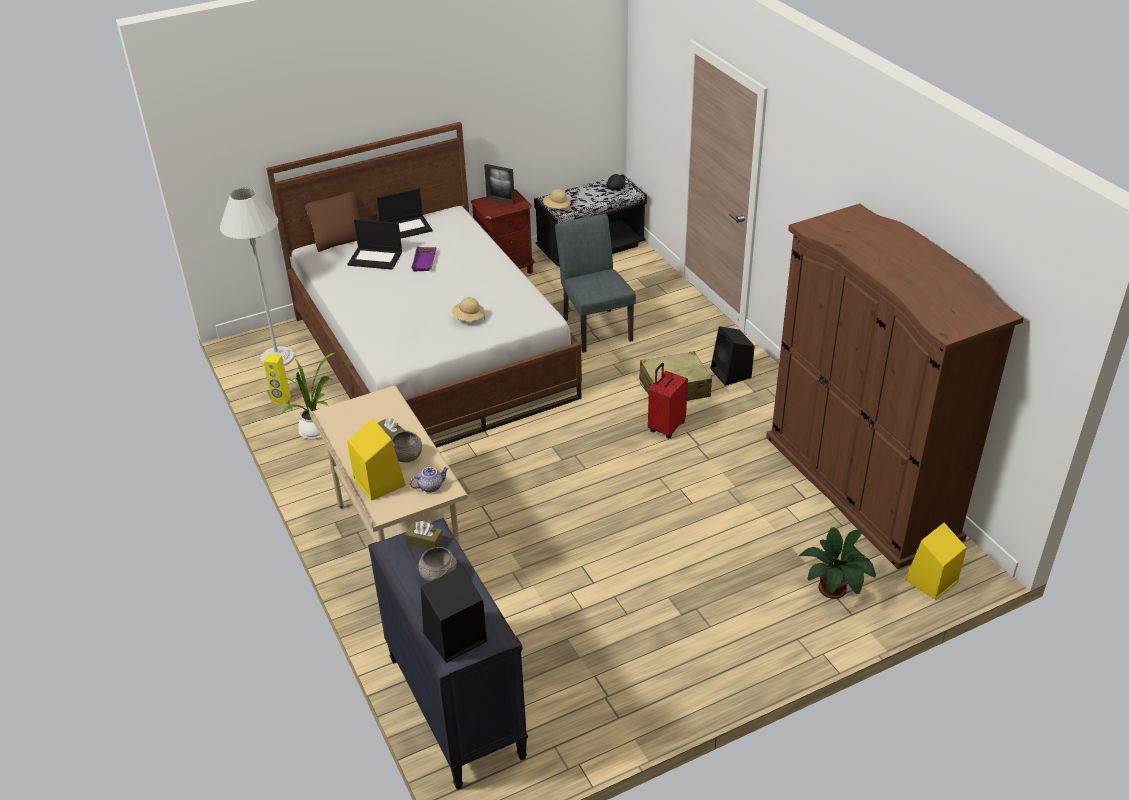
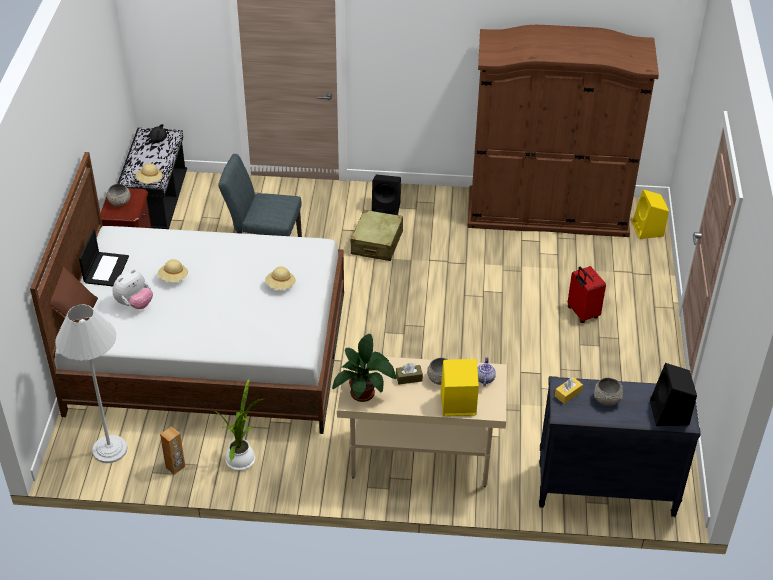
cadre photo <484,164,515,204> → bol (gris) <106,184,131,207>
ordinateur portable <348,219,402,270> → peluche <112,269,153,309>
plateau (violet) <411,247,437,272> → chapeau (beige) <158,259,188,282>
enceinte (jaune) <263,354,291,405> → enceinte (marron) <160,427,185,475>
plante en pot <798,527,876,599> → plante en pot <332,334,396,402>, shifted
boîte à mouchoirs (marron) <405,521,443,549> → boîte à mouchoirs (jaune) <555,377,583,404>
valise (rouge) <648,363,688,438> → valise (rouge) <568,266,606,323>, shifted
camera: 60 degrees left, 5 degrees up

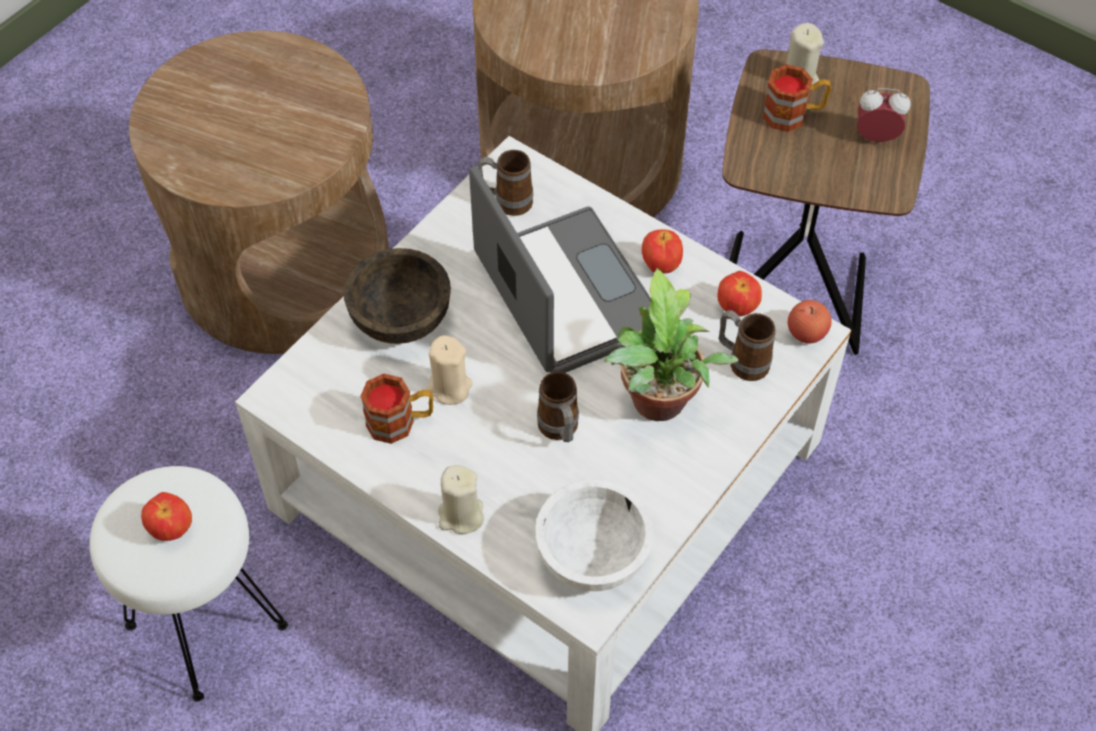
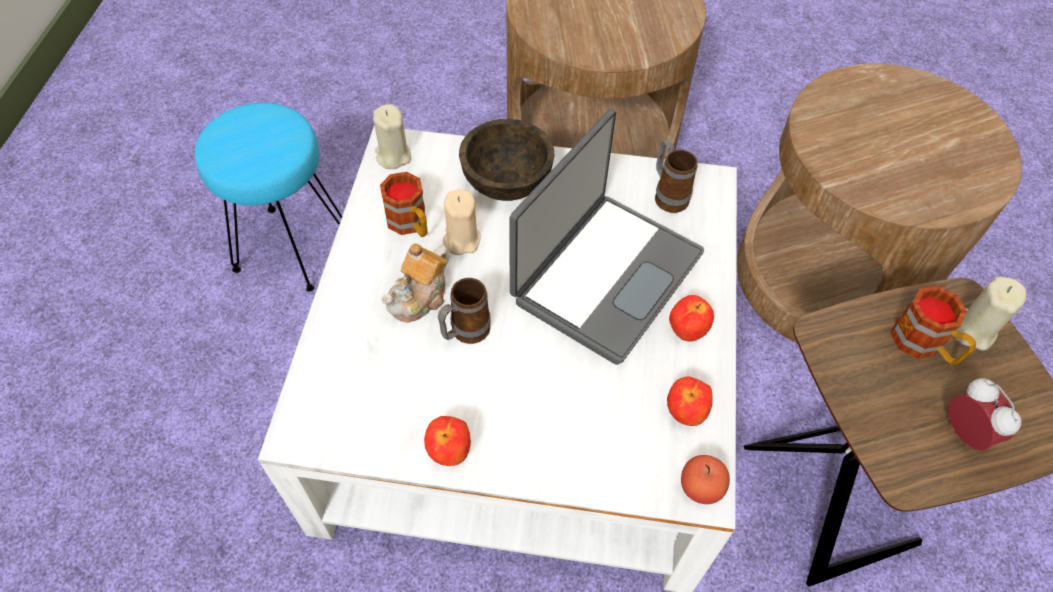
tabouret (blanc) <89,466,288,702> → tabouret (turquoise) <195,103,342,292>
bougie (beige) <438,465,484,534> → bougie (beige) <373,104,411,169>, shifted
- → théière <381,244,450,323>
pomme <141,492,192,541> → pomme <424,416,471,466>, shifted
bol (blanc) <535,479,654,591> → -
plante en pot <604,268,739,421> → -
mug <719,310,775,381> → -
camera: 60 degrees right, 0 degrees up

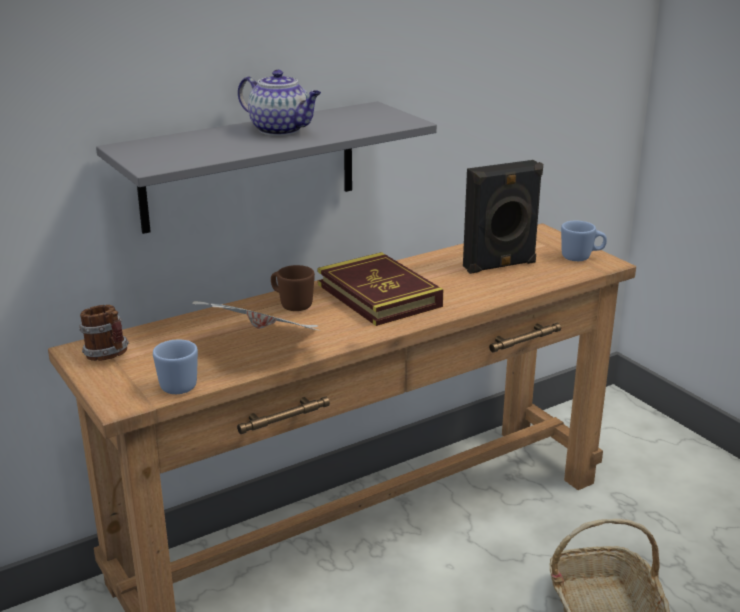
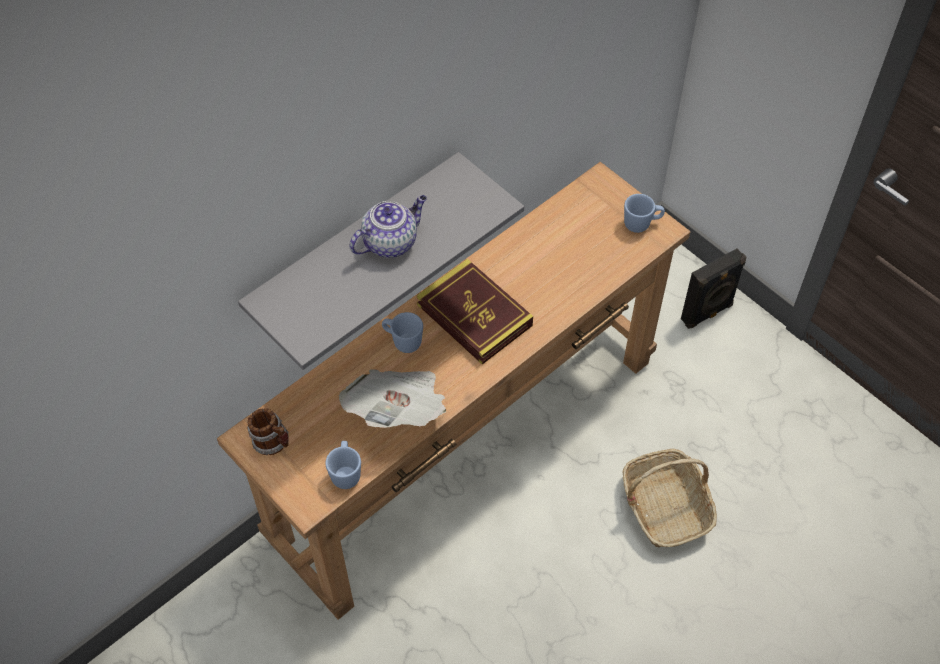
théière <238,70,321,136> → théière <350,195,427,258>, 60 degrees counterclockwise
mug (marron) <271,265,315,311> → mug (bleu) <382,312,423,353>
enceinte (noir) <463,160,543,274> → enceinte (noir) <681,249,746,329>, shifted
camera: 10 degrees left, 30 degrees up

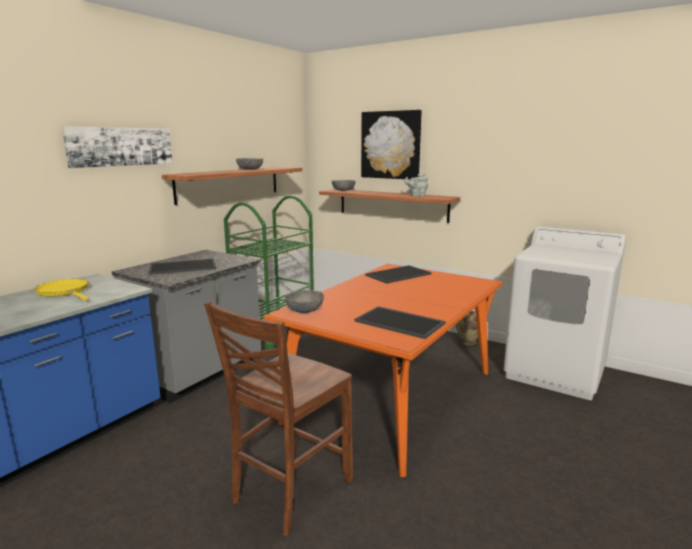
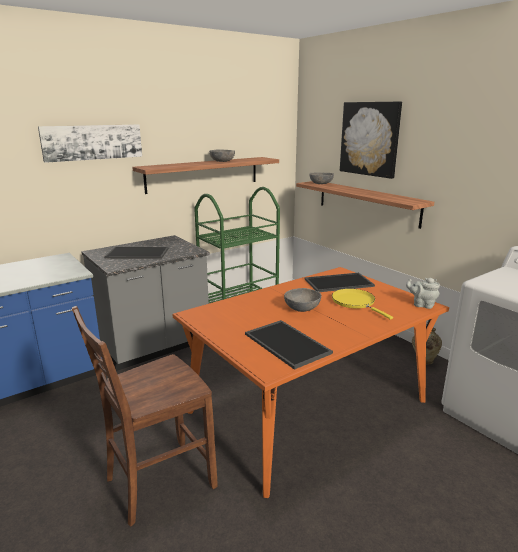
bol (gris) <285,290,324,313> → bol (gris) <284,288,321,312>, shifted
poêle (jaune) <34,279,88,300> → poêle (jaune) <332,289,393,320>, shifted
théière (gris) <405,173,428,196> → théière (gris) <406,278,440,309>, shifted
camera: 20 degrees right, 5 degrees up

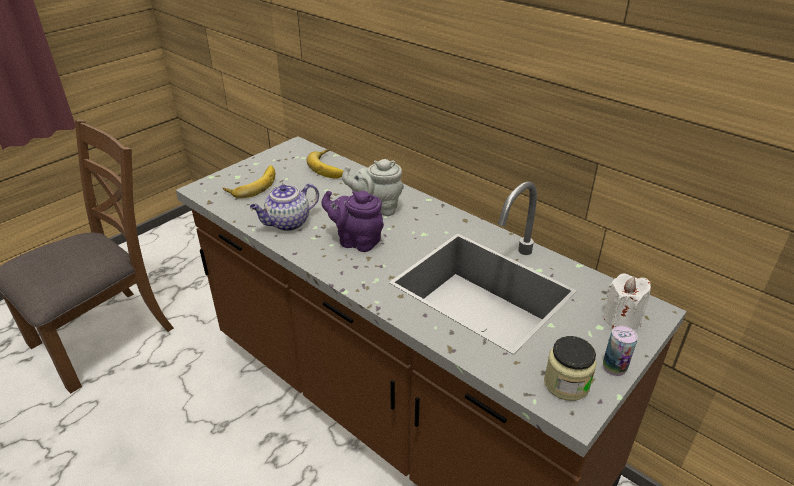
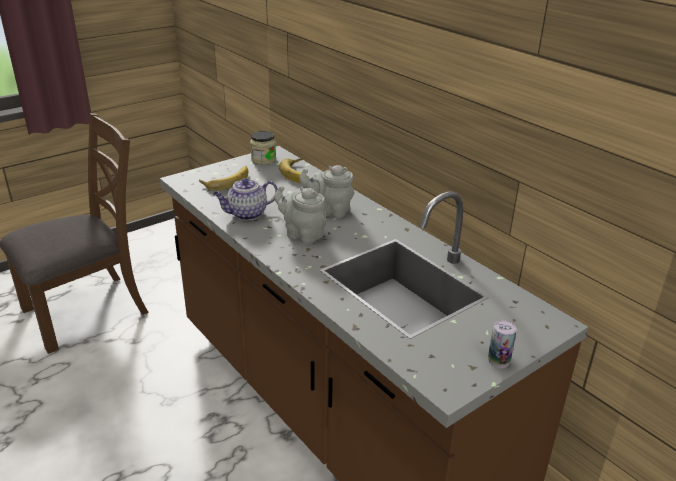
bocal <544,336,597,401> → bocal <250,131,276,165>, shifted
théière (violet) <321,190,384,252> → théière (gris) <274,186,326,244>
bougie (blanc) <603,274,651,330> → -
camera: 10 degrees right, 5 degrees down

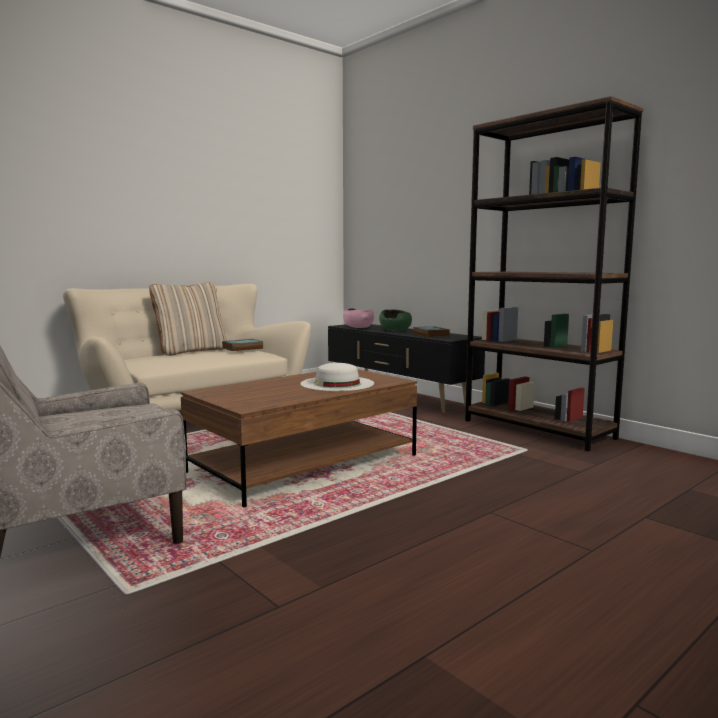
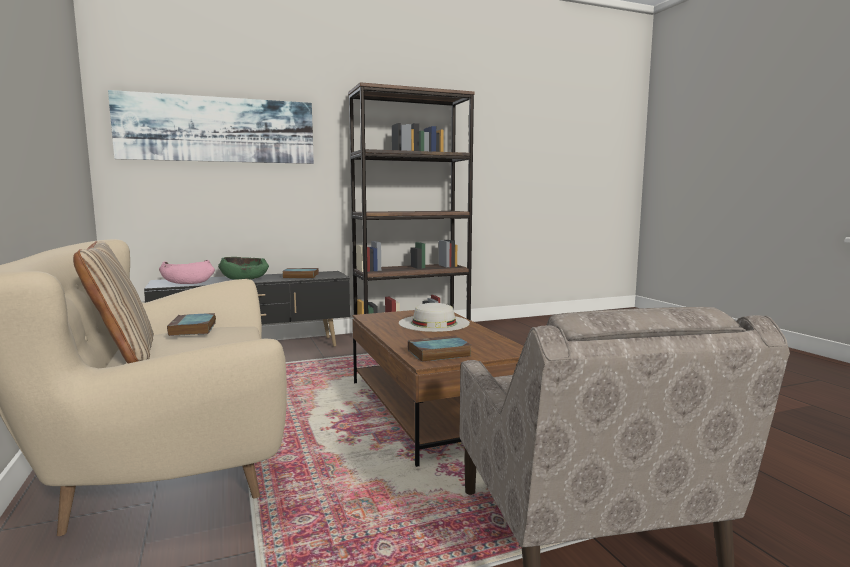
- → tableau <108,90,314,164>
- → livre <408,335,471,362>
camera: 70 degrees left, 0 degrees up

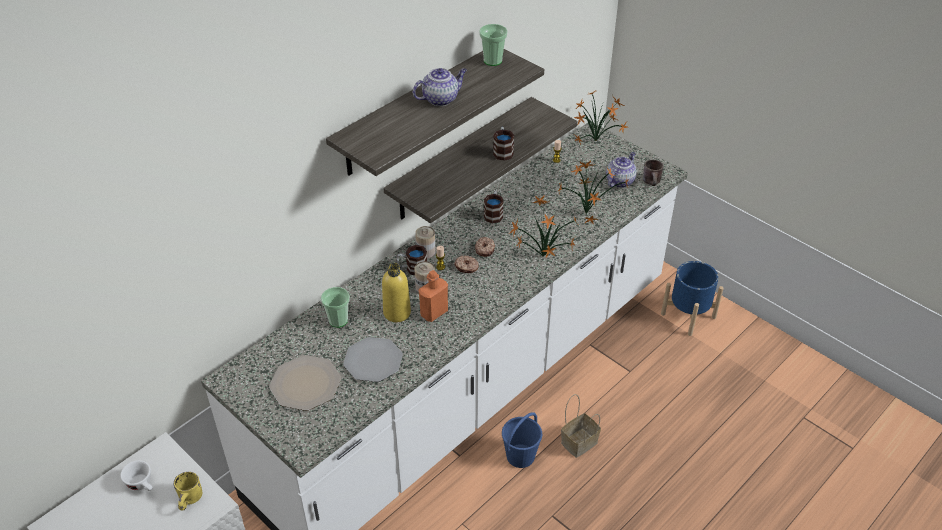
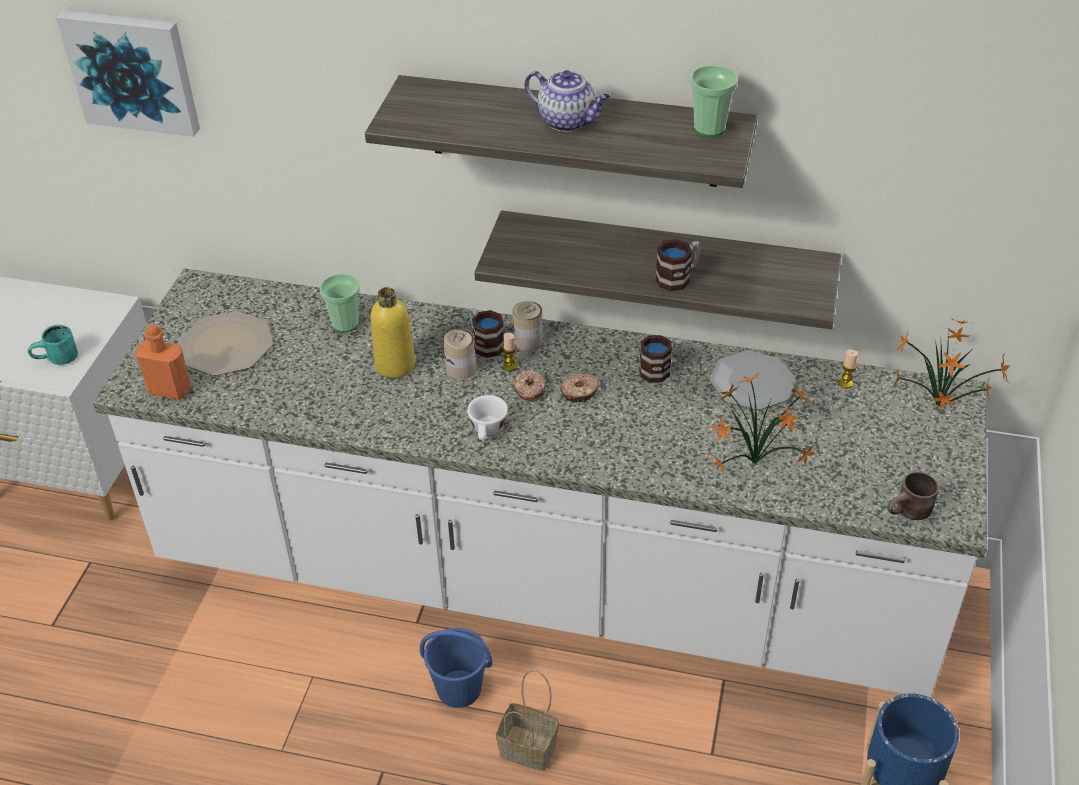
mug (jaune) <174,472,202,511> → mug (turquoise) <28,325,78,365>
- → tableau <56,10,200,137>
bouteille (orange) <419,270,448,322> → bouteille (orange) <136,324,191,400>, shifted
tasse (blanc) <120,460,153,491> → tasse (blanc) <467,395,508,440>, shifted
assiette <343,337,403,382> → assiette <710,351,796,410>, shifted
plante en pot <510,196,579,257> → -
théière <606,152,637,188> → -
camera: 60 degrees right, 0 degrees up

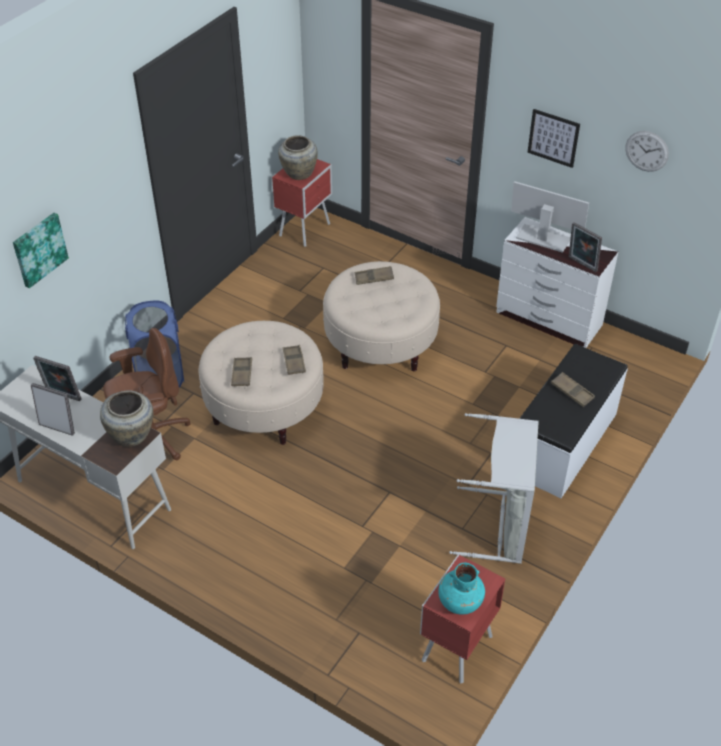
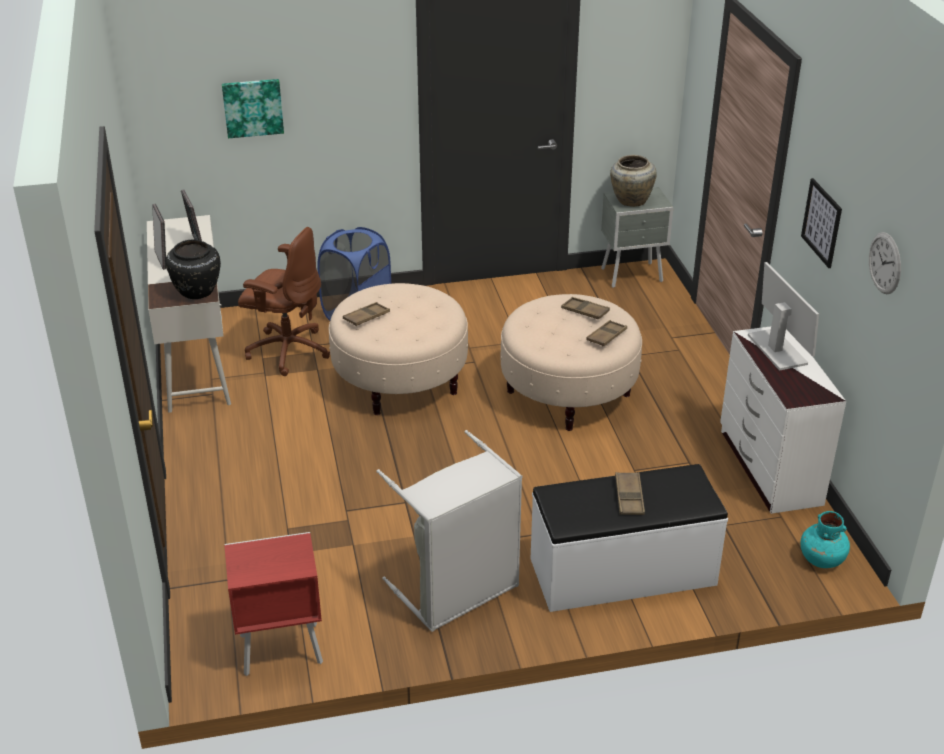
vase (beige) <100,390,153,447> → vase (noir) <166,240,221,299>
plateau (marron) <283,345,306,375> → plateau (marron) <586,320,627,347>, shifted
table de chevet (rouge) <272,159,332,247> → table de chevet (gris) <601,187,673,288>
vase (turquoise) <438,563,485,615> → vase (turquoise) <801,511,850,568>, shifted
cadre photo <569,222,602,272> → -
camera: 45 degrees right, 10 degrees down

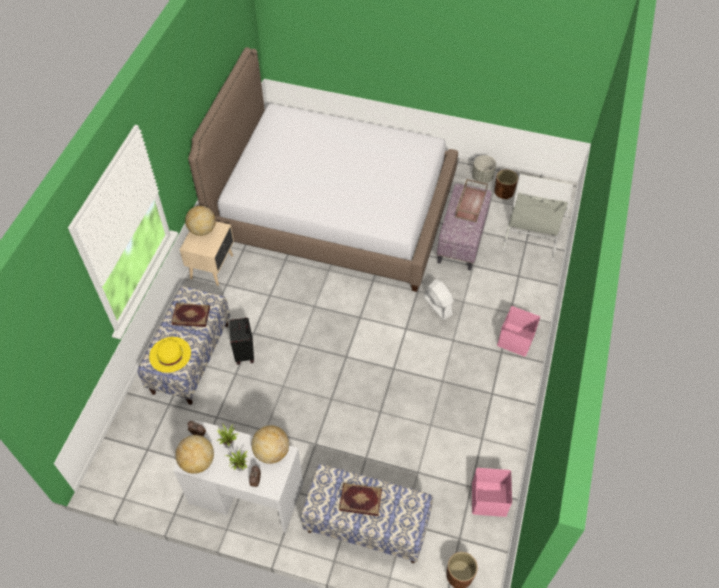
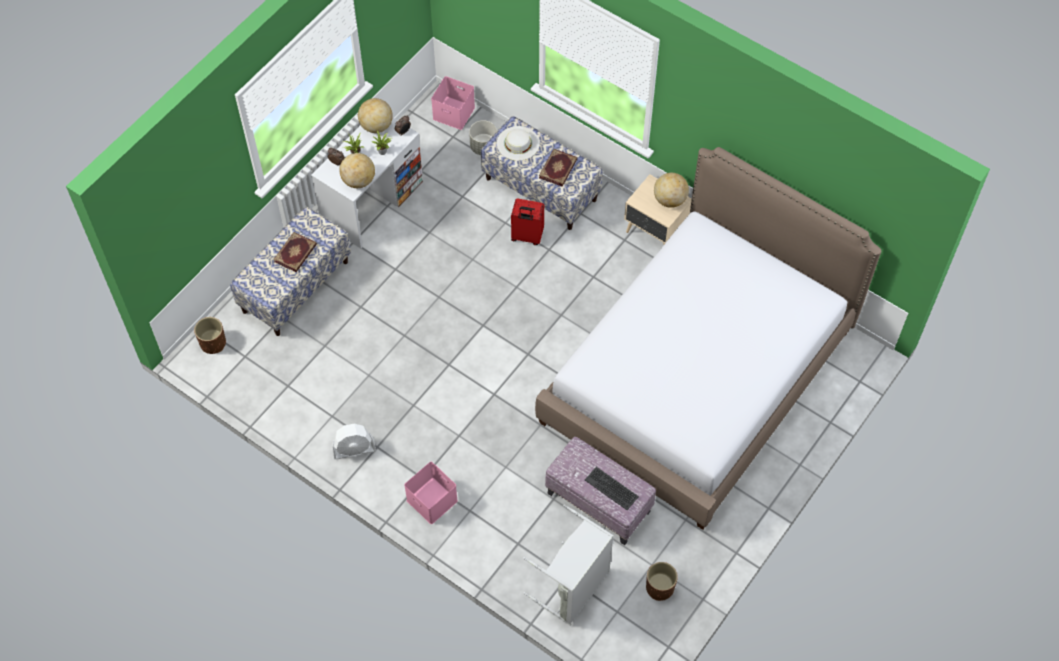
ventilateur (blanc) <424,280,454,320> → ventilateur (blanc) <332,424,376,459>, shifted
boîte de rangement (rose) <472,468,512,517> → boîte de rangement (rose) <431,76,475,130>, shifted
cache-pot (gris) <472,155,496,183> → cache-pot (gris) <469,120,497,155>, shifted
chapeau (jaune) <149,337,191,373> → chapeau (blanc) <497,126,540,161>
valise (noir) <229,317,254,365> → valise (rouge) <511,198,544,245>
plateau (marron) <455,179,488,223> → clavier <585,467,639,510>
camera: 110 degrees right, 5 degrees up

